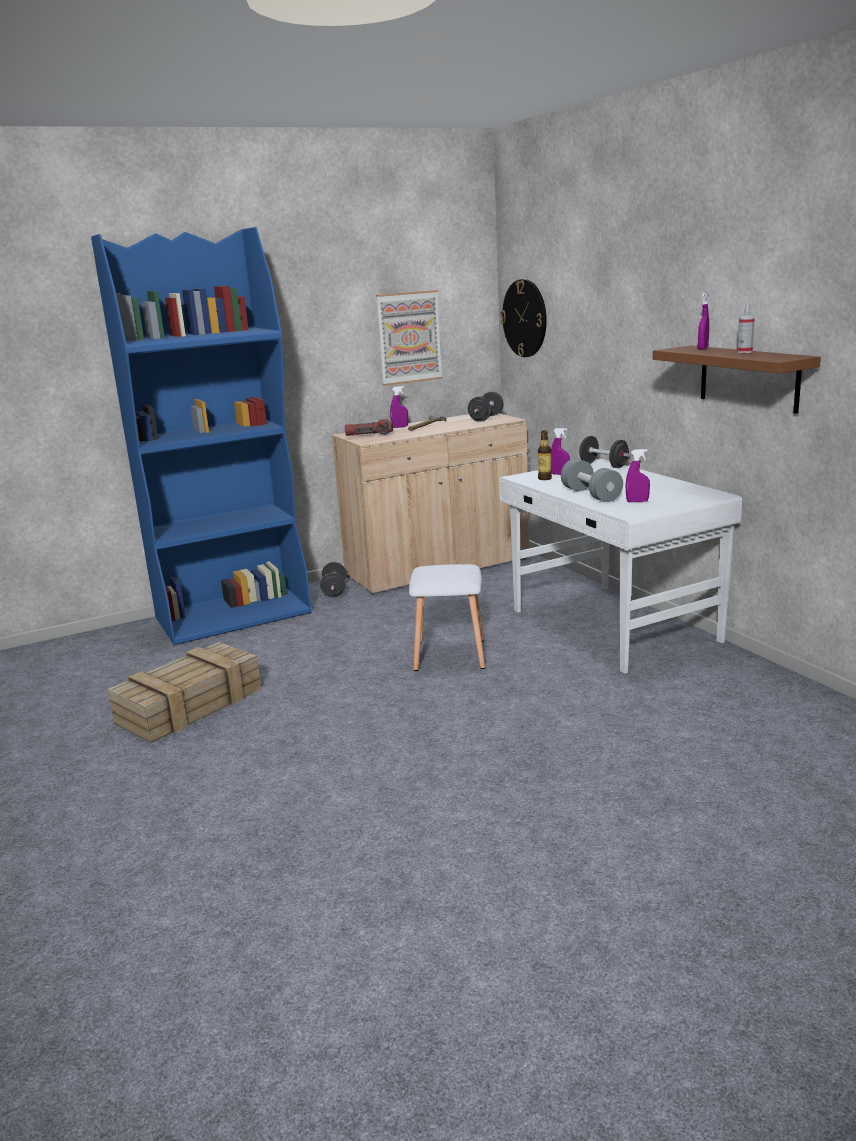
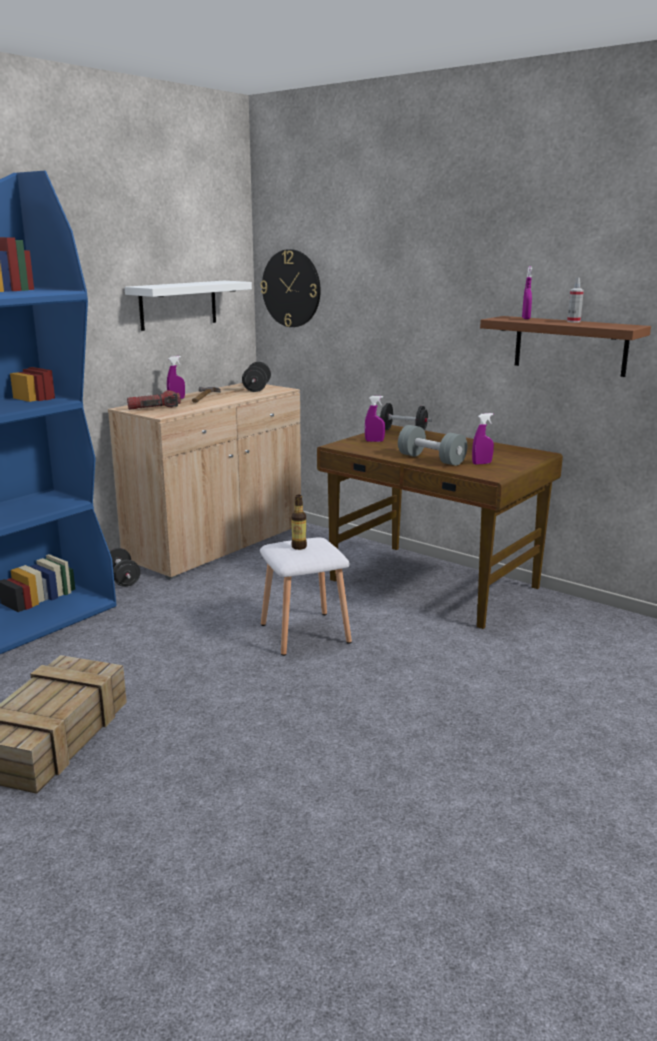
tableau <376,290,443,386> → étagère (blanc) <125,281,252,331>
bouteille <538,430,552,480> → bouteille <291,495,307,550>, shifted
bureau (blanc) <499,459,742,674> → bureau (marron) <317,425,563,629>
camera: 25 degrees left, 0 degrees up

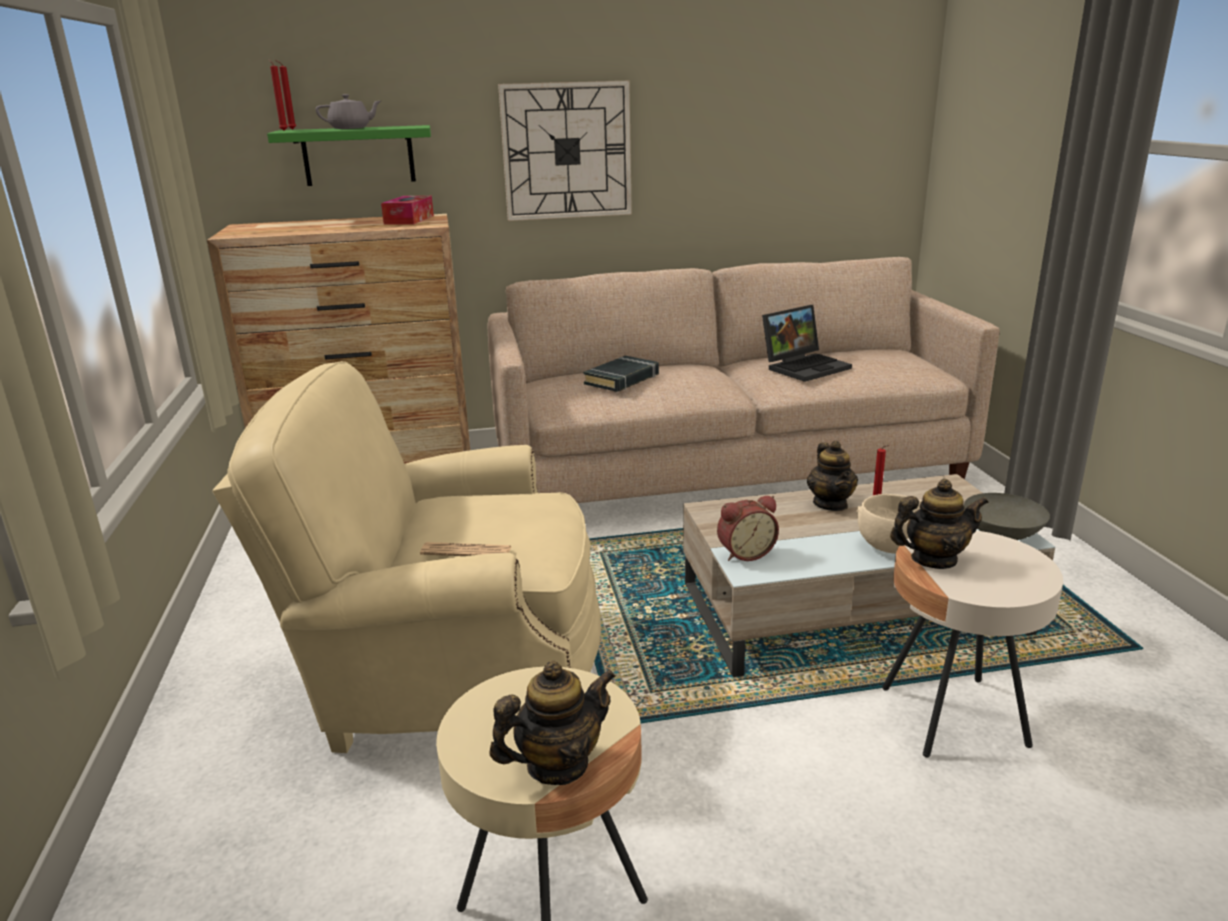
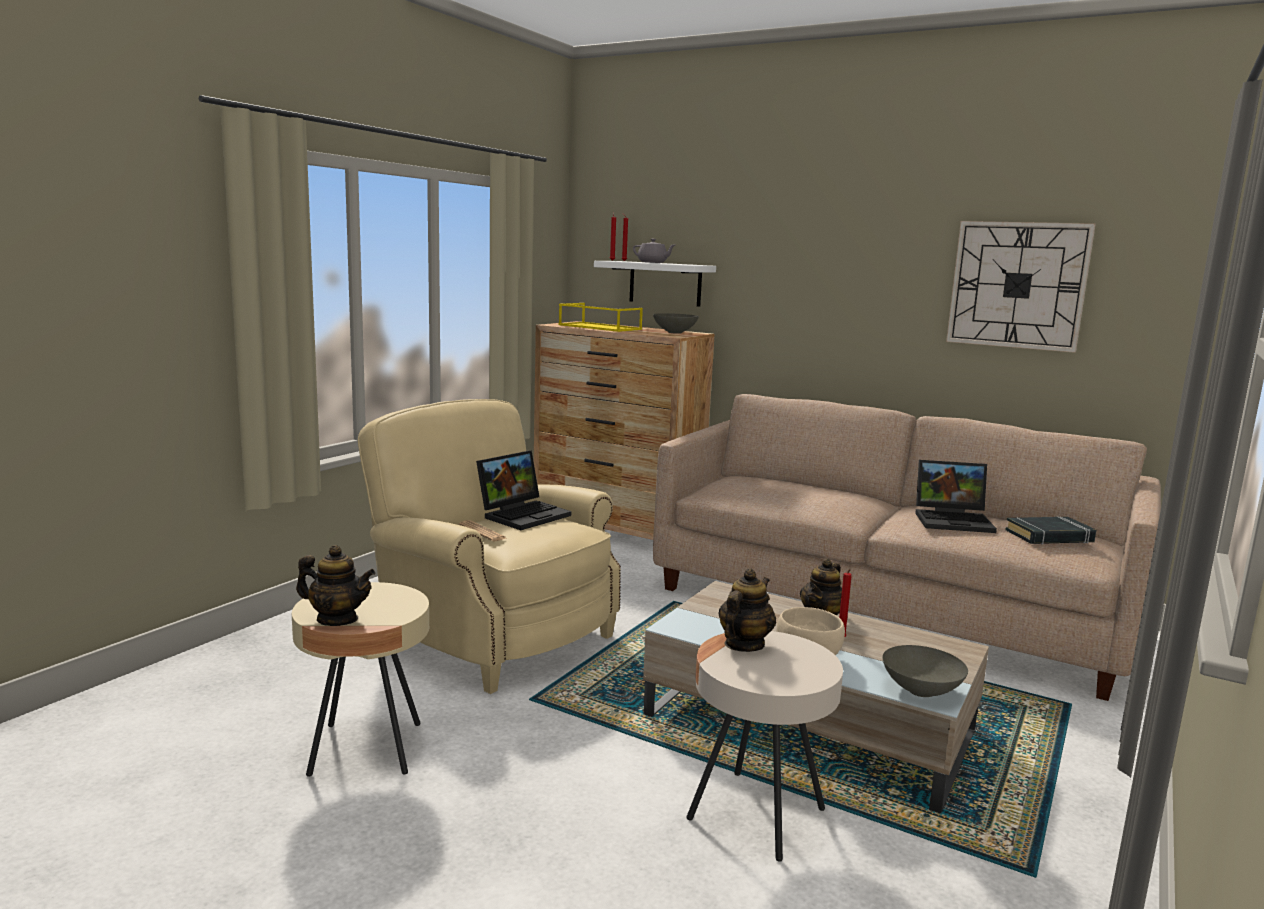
- → ordinateur portable <476,450,571,530>
- → plateau (jaune) <558,303,643,332>
étagère (vert) <267,125,431,186> → étagère (blanc) <594,261,716,307>
boîte à mouchoirs <381,196,434,225> → bol (gris) <653,313,699,334>
théière <890,479,989,569> → théière <718,568,776,652>, 90 degrees counterclockwise
horloge murale <498,81,632,221> → horloge murale <946,221,1096,353>, shifted
livre (noir) <583,356,659,392> → livre (noir) <1005,517,1096,545>, shifted
réveil <717,496,779,561> → -
camera: 40 degrees right, 10 degrees down

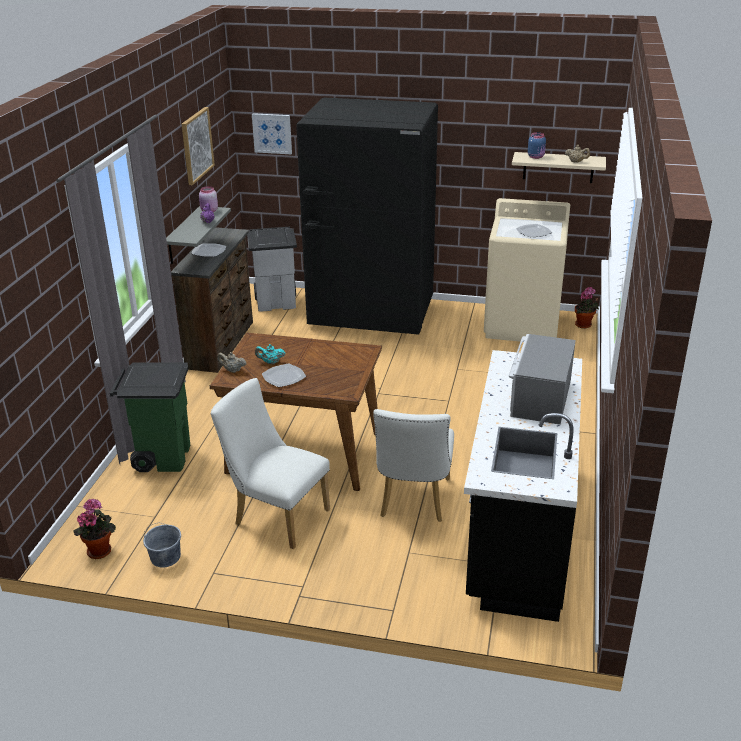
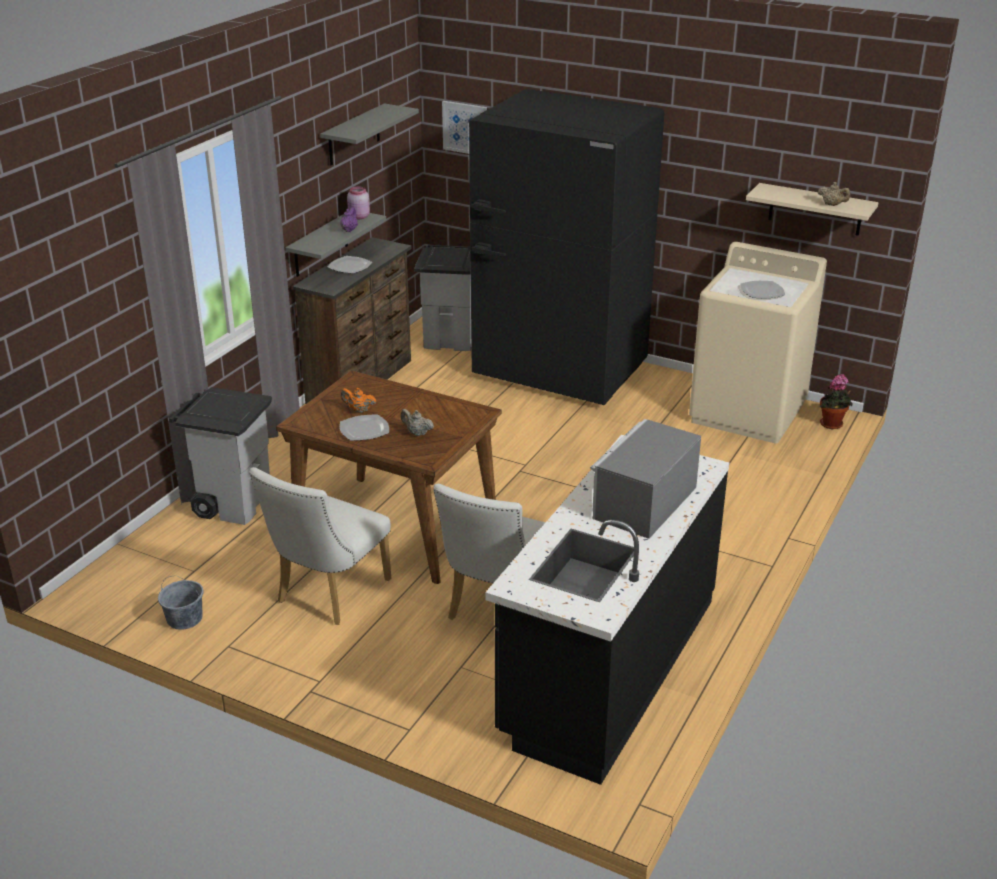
poubelle (vert) <110,362,190,472> → poubelle (gris) <169,387,272,525>
chaise (blanc) <211,378,330,549> → chaise (blanc) <249,467,391,625>, 105 degrees counterclockwise
tableau <181,107,215,185> → étagère (gris) <320,103,419,165>
théière (turquoise) <255,344,285,364> → théière (orange) <341,388,376,413>
théière (beige) <217,352,246,373> → théière (beige) <401,409,434,436>, shifted
plante en pot <73,498,116,559> → -
bocal (bleu) <528,132,546,159> → -
camera: 15 degrees right, 0 degrees up

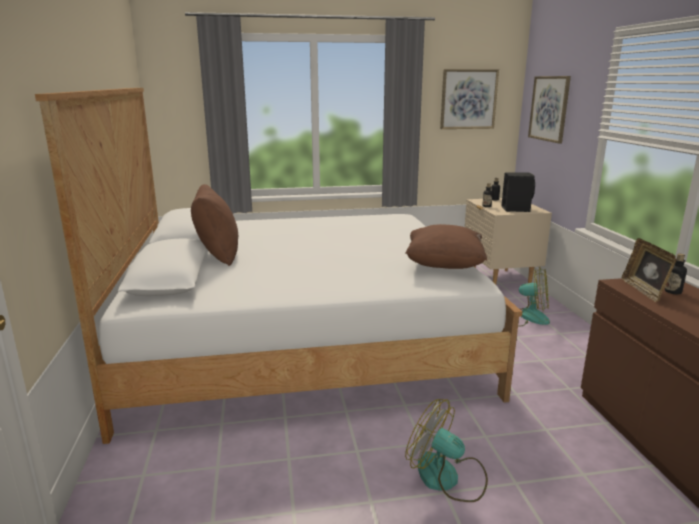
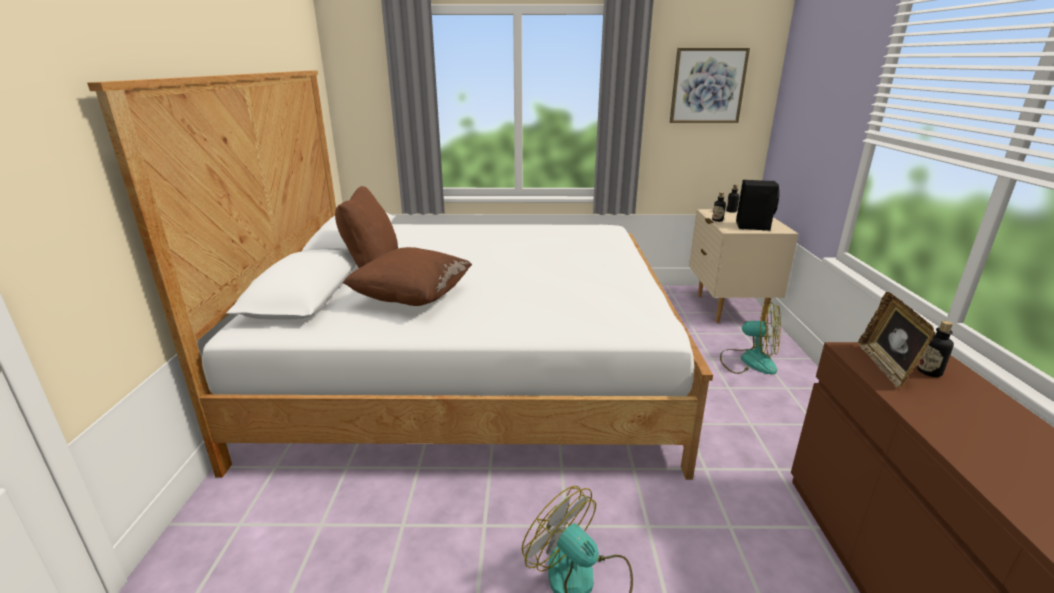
coussin (marron) <406,224,487,269> → coussin (marron) <342,247,472,306>, shifted
tableau <528,76,571,144> → -
camera: 10 degrees right, 5 degrees up

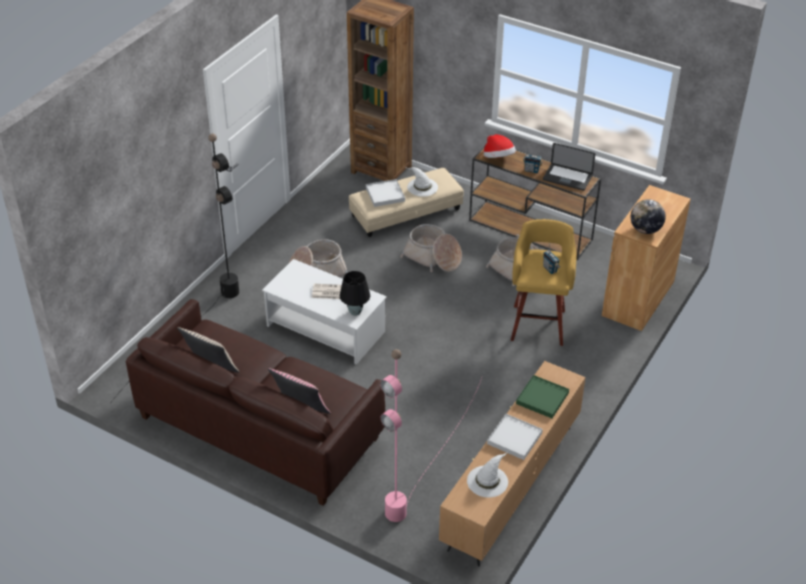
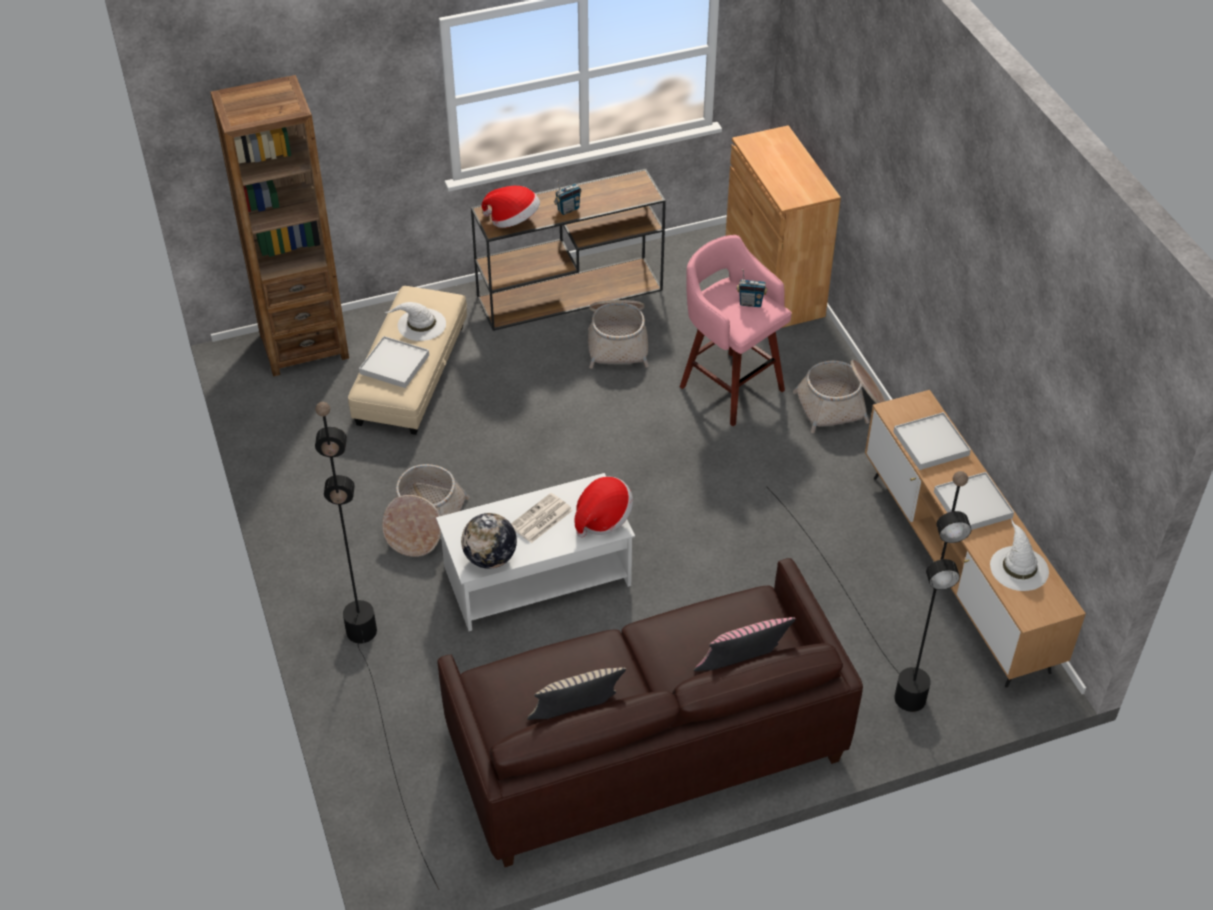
globe <631,199,666,234> → globe <461,513,517,569>, shifted
lampe de table (noir) <340,271,370,316> → chapeau <574,477,633,538>
tabouret (jaune) <511,219,576,346> → tabouret (rose) <680,235,792,426>
lampadaire (rose) <380,349,482,522> → lampadaire (noir) <766,471,971,712>
panier <400,224,462,272> → panier <793,360,885,433>, shifted
plateau (vert) <516,375,569,418> → plateau (blanc) <893,412,971,470>
ordinateur portable <543,143,595,191> → -
camera: 50 degrees left, 5 degrees up

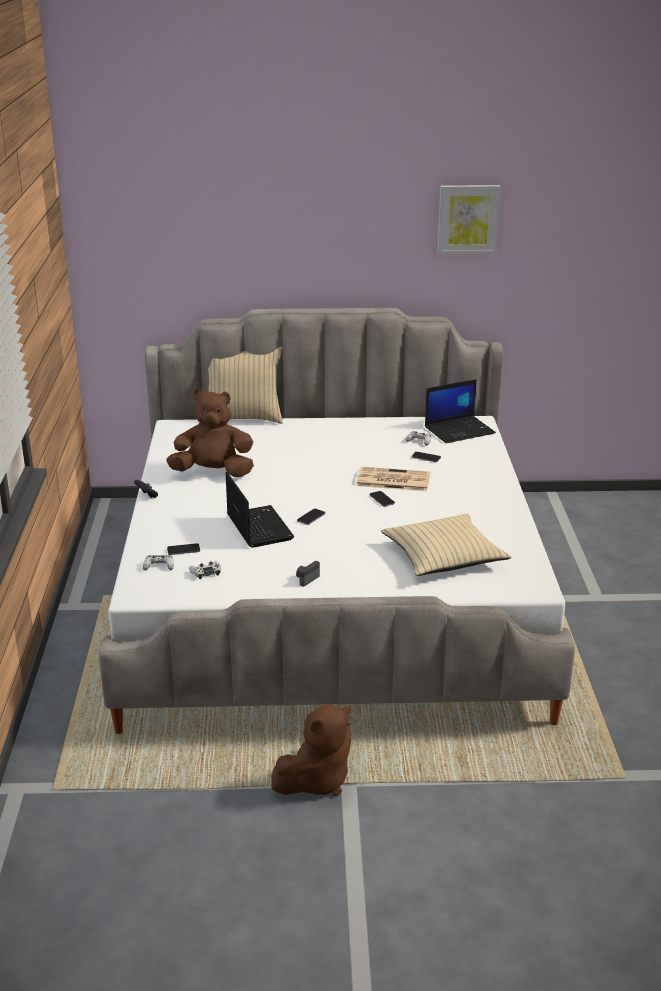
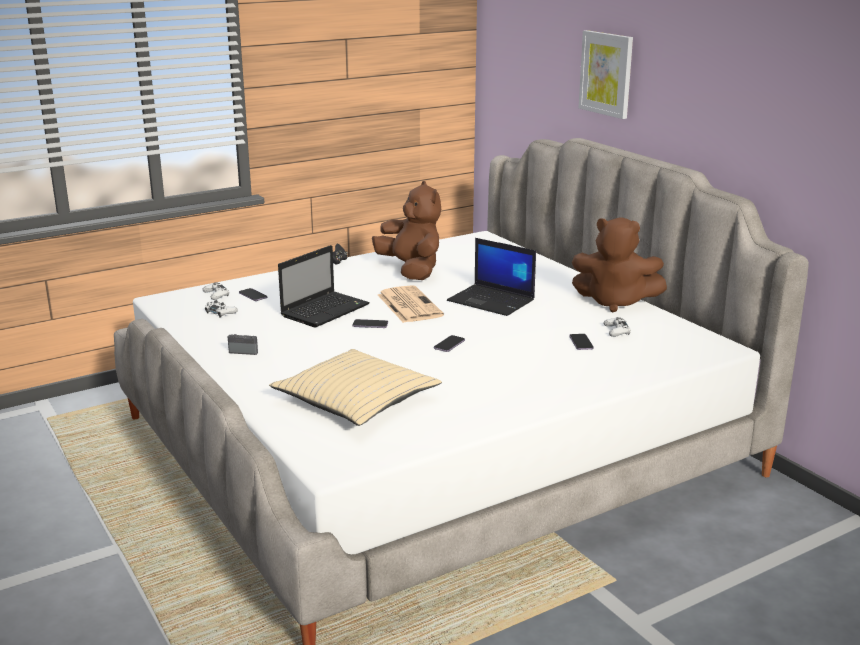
journal <356,467,430,491> → journal <378,285,444,323>, shifted
ordinateur portable <425,379,496,443> → ordinateur portable <447,238,536,316>, shifted
peluche (marron) <271,704,351,796> → peluche (marron) <572,217,667,312>, shifted
tableau <438,185,501,254> → tableau <579,30,633,119>, shifted
coussin (beige) <208,347,283,424> → -
camera: 60 degrees right, 5 degrees down

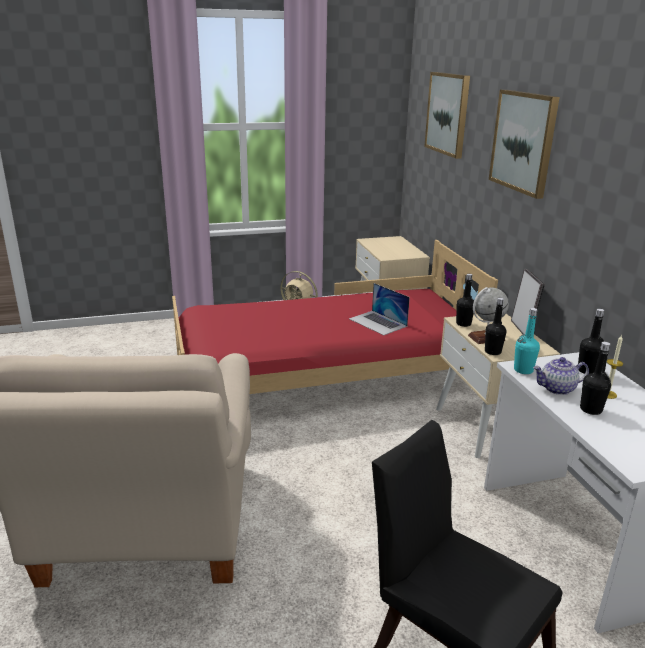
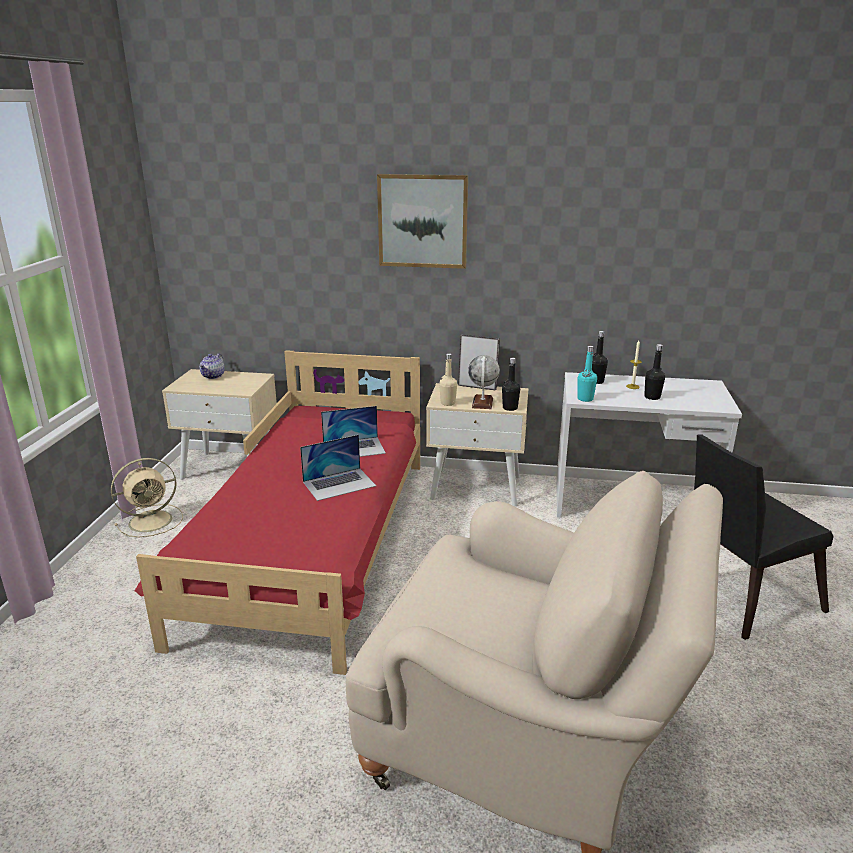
théière <533,357,589,395> → théière <199,353,225,379>, shifted
- → ordinateur portable <300,435,376,501>
bouteille (noir) <456,274,474,327> → bouteille (beige) <439,353,457,406>
tableau <424,72,470,159> → -
camera: 65 degrees left, 0 degrees up

